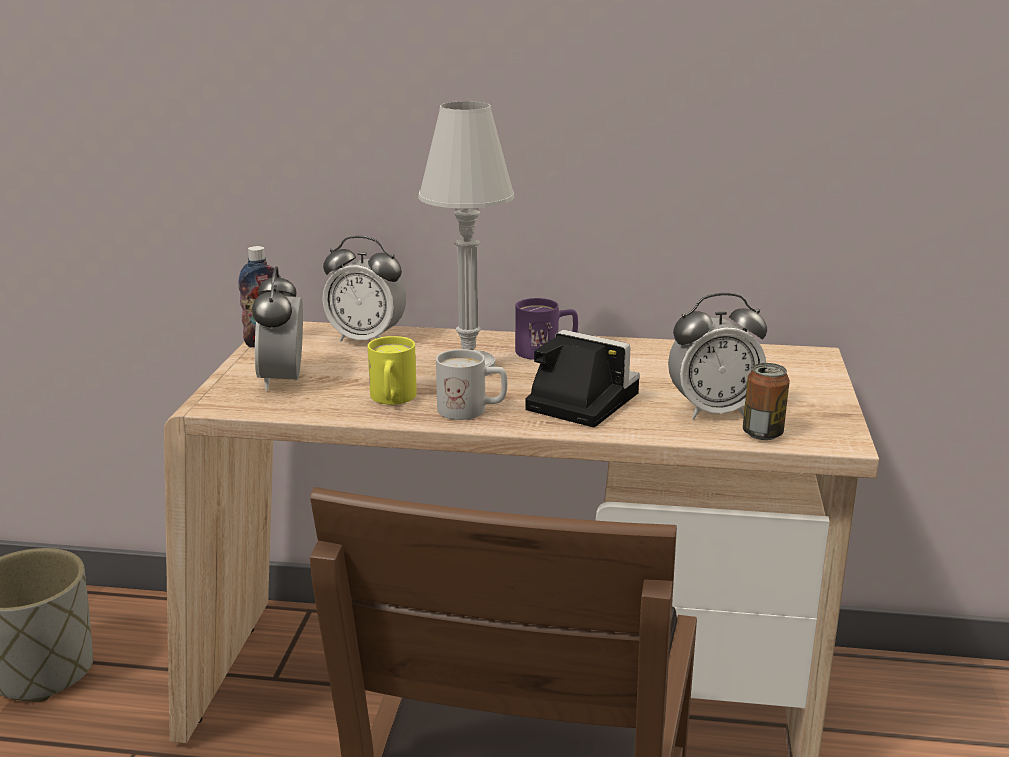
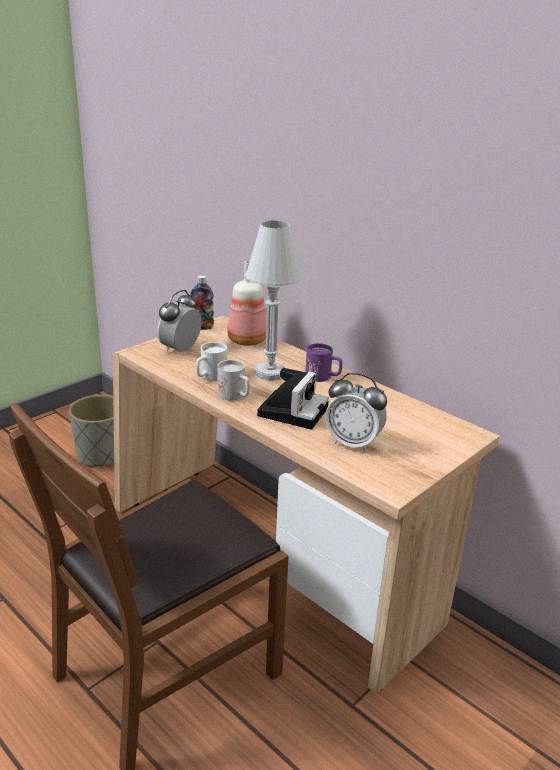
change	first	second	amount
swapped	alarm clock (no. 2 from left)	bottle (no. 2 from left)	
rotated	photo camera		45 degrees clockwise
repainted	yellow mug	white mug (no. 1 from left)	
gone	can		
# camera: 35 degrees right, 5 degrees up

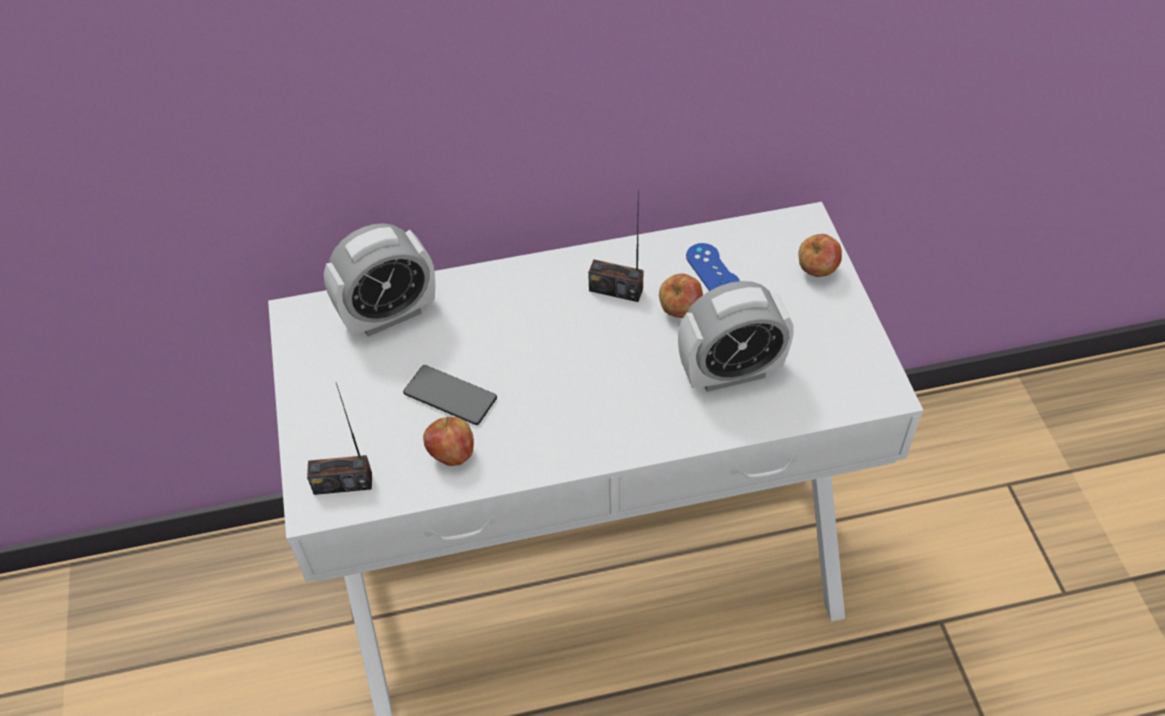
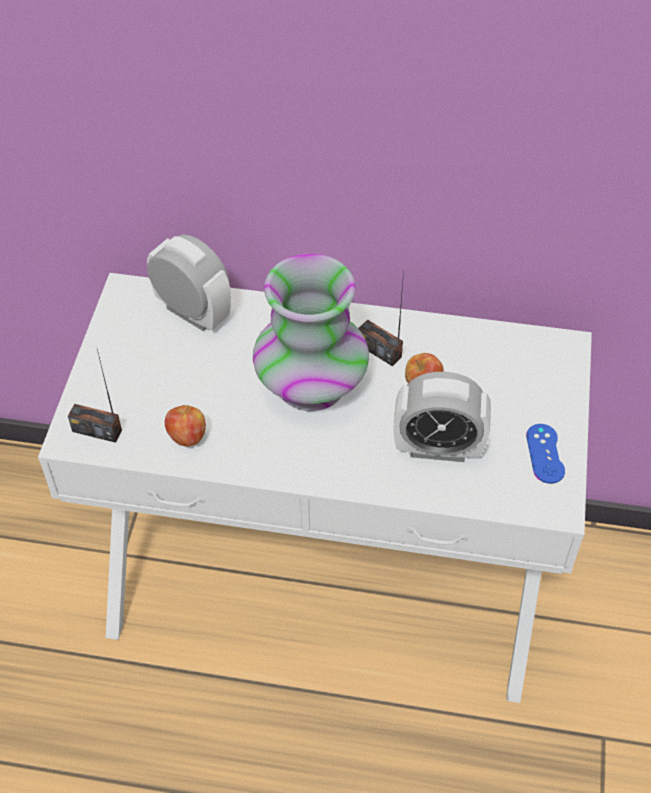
change	first	second	amount
rotated	alarm clock (no. 1 from left)		135 degrees counterclockwise
gone	apple (no. 3 from left)		
shifted	blue game controller		
gone	phone		
new		vase	
# camera: 20 degrees right, 0 degrees up

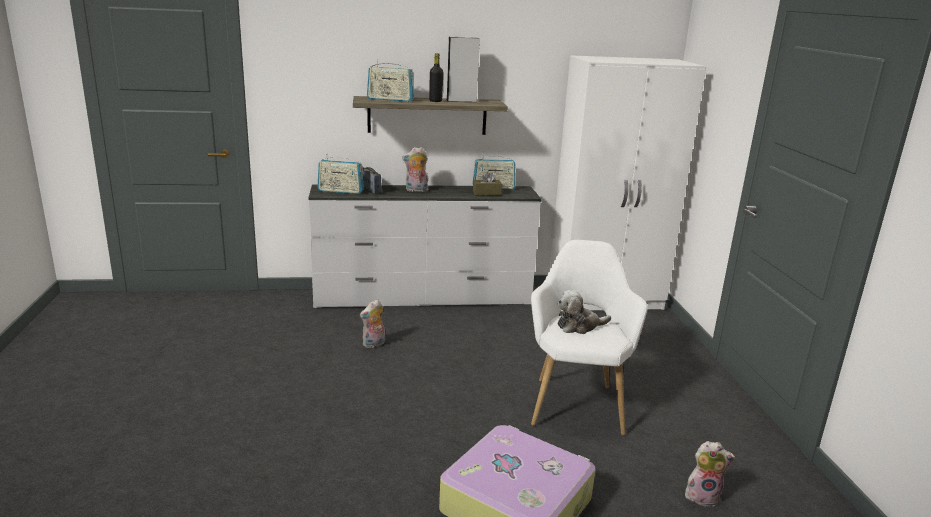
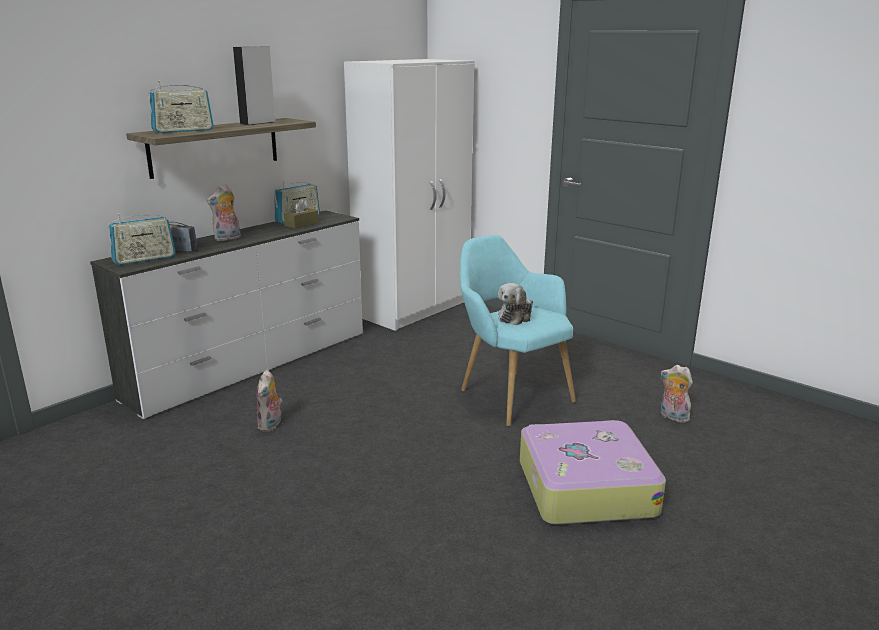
change	first	second	amount
gone	black bottle		
repainted	white armchair	turquoise armchair	
rotated	plush toy (no. 4 from left)		105 degrees counterclockwise
# camera: 40 degrees left, 0 degrees up

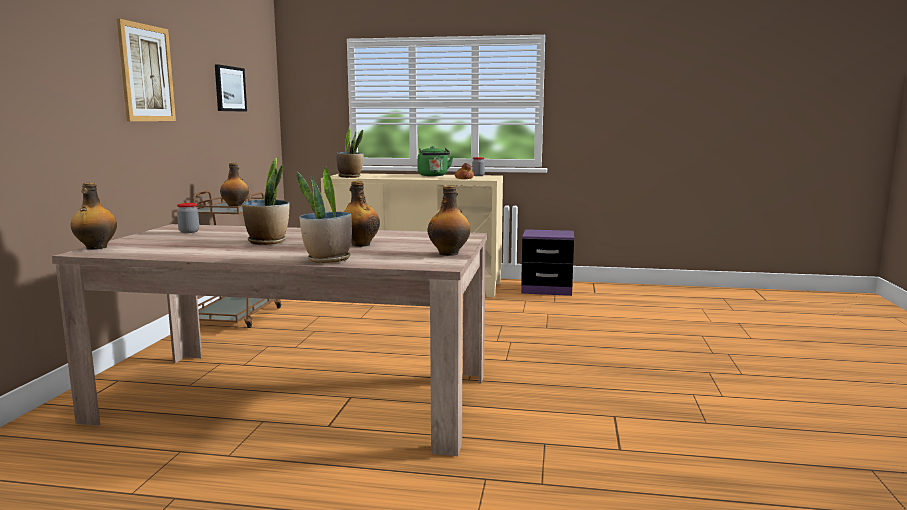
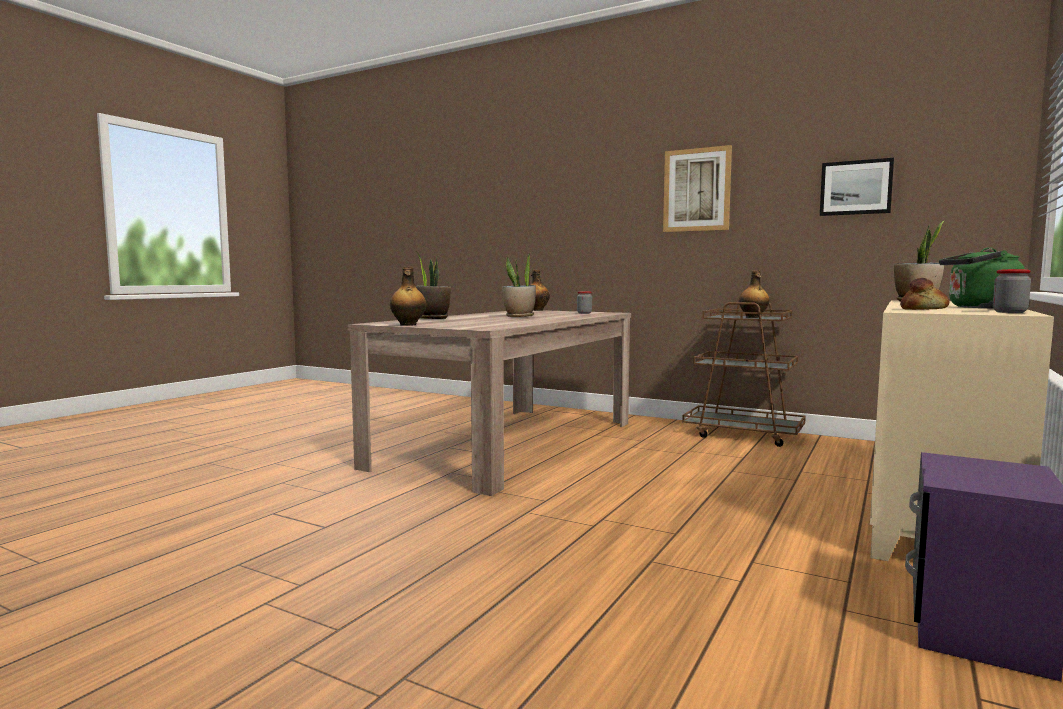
change	first	second	amount
gone	bottle (no. 3 from left)		
# camera: 110 degrees right, 5 degrees down

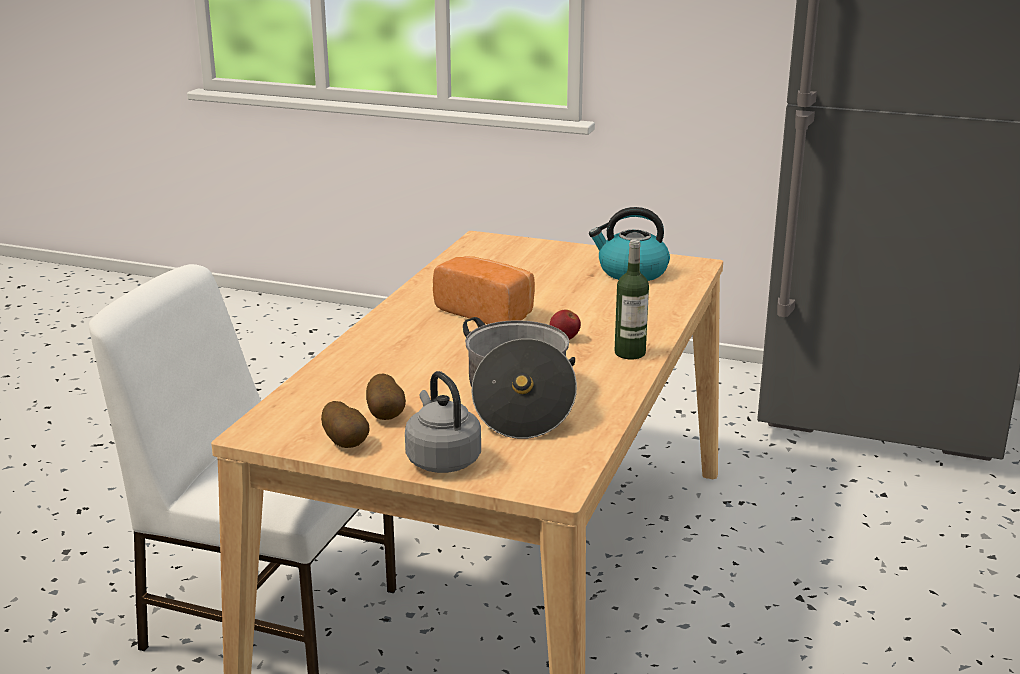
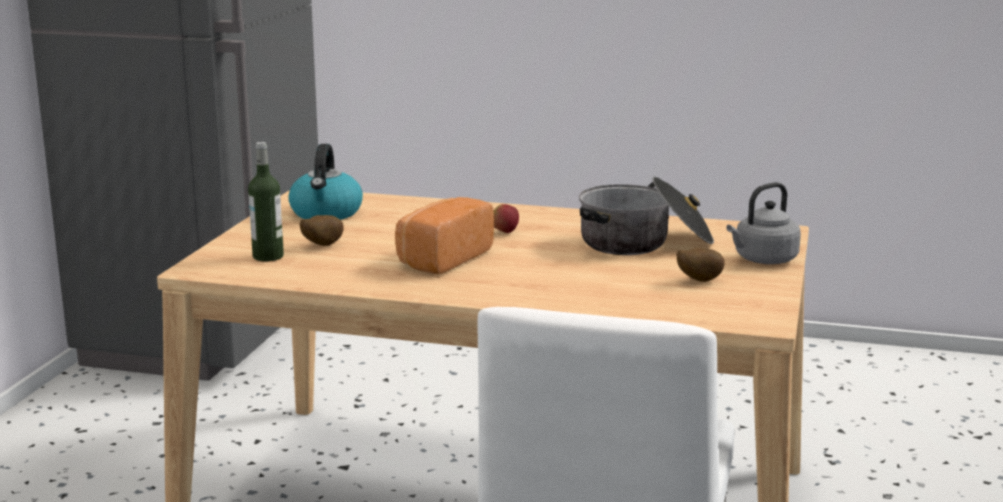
change	first	second	amount
shifted	bottle		
shifted	potato (no. 1 from left)		
# camera: 95 degrees left, 5 degrees down

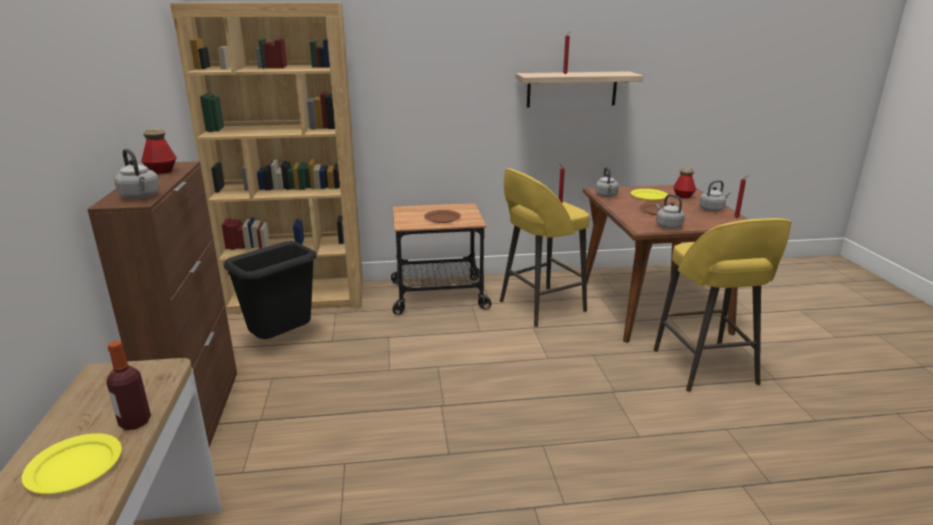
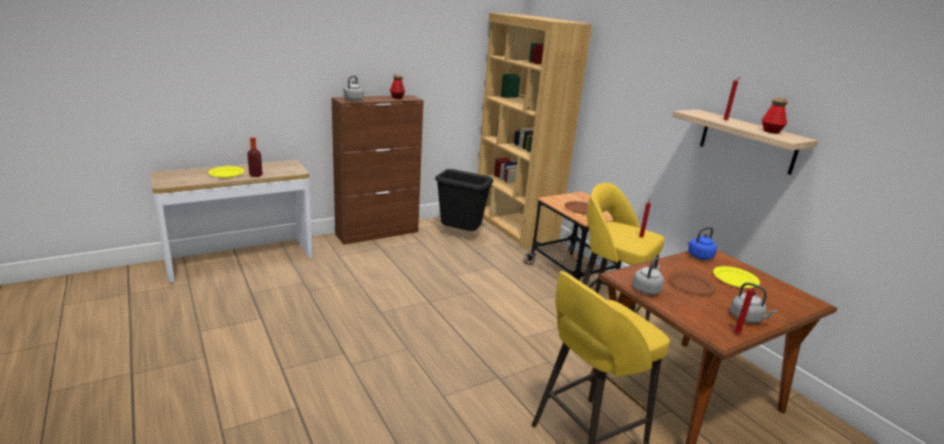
change	first	second	amount
repainted	grey kettle (no. 2 from left)	blue kettle	
shifted	bottle (no. 3 from left)		
# camera: 65 degrees right, 0 degrees up

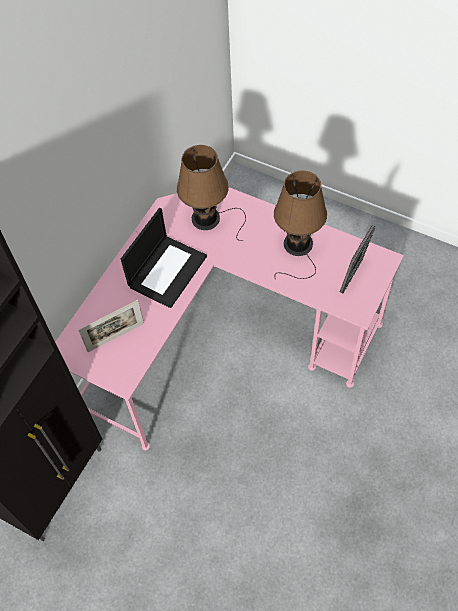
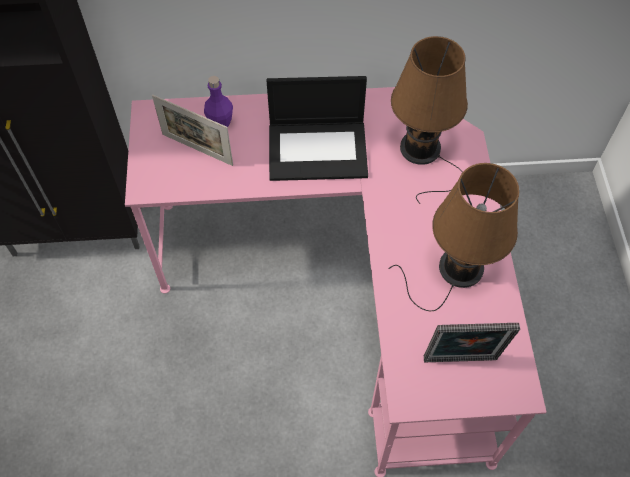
change	first	second	amount
new		purple bottle	
# camera: 55 degrees right, 0 degrees up

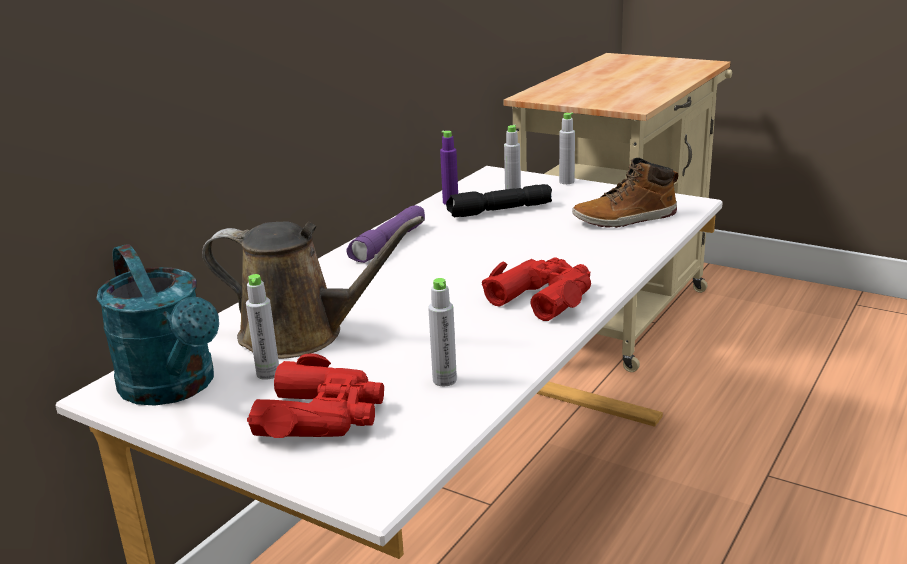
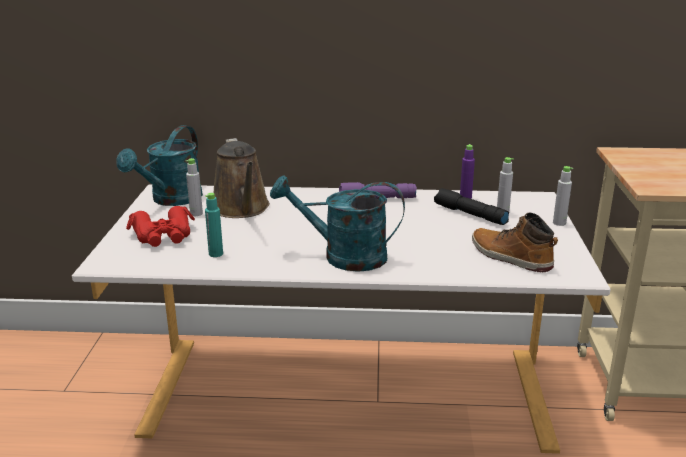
change	first	second	amount
swapped	red binoculars (no. 2 from left)	turquoise watering can (no. 2 from left)	
repainted	grey bottle (no. 2 from left)	turquoise bottle	
# camera: 60 degrees right, 0 degrees up

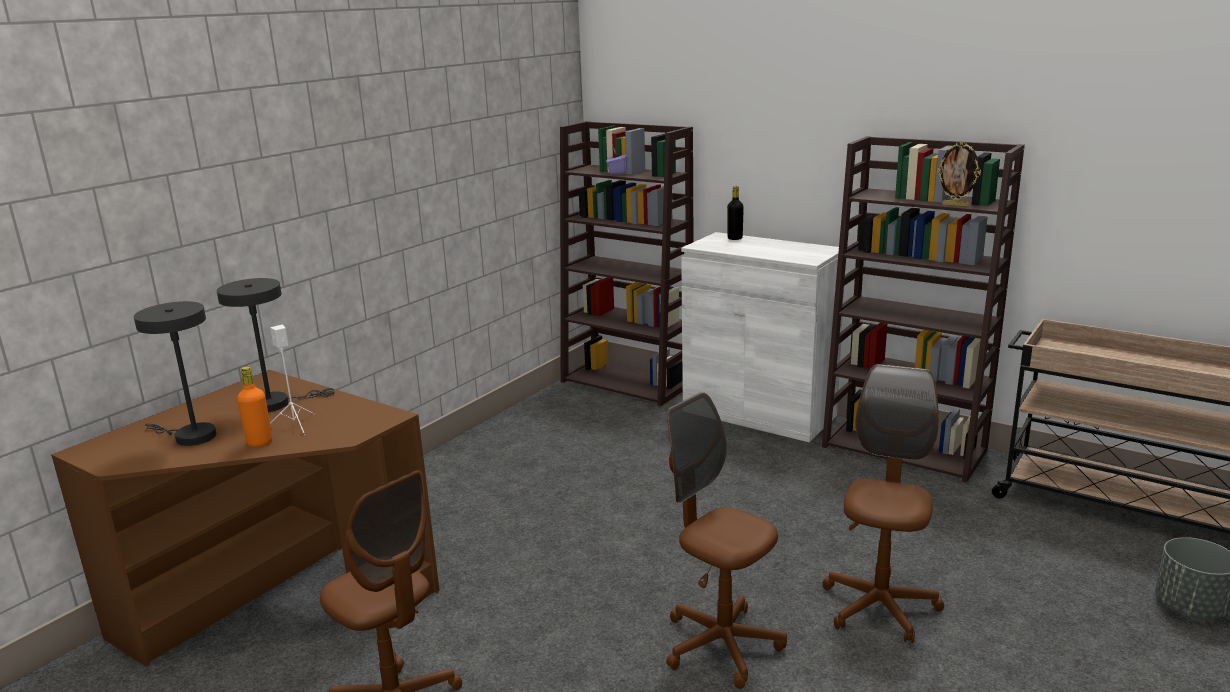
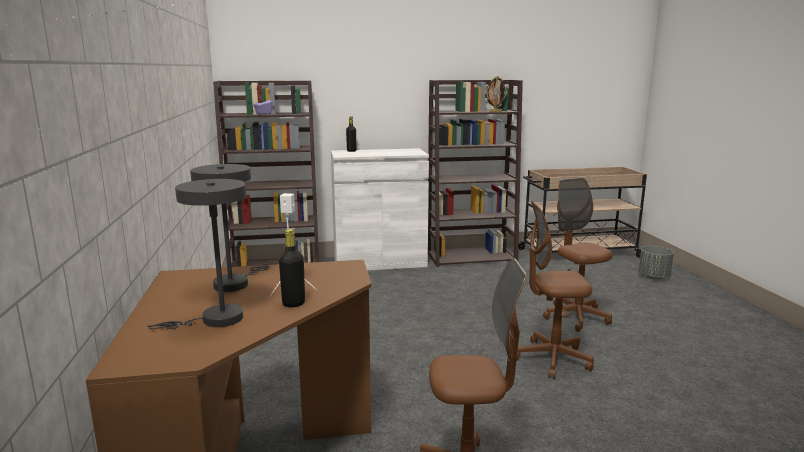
change	first	second	amount
repainted	orange bottle	black bottle (no. 1 from left)	
# camera: 45 degrees left, 5 degrees down

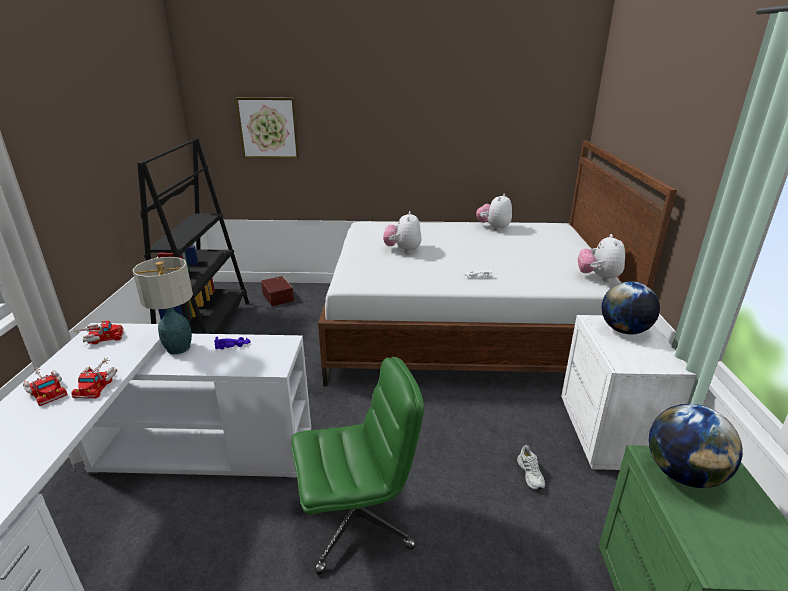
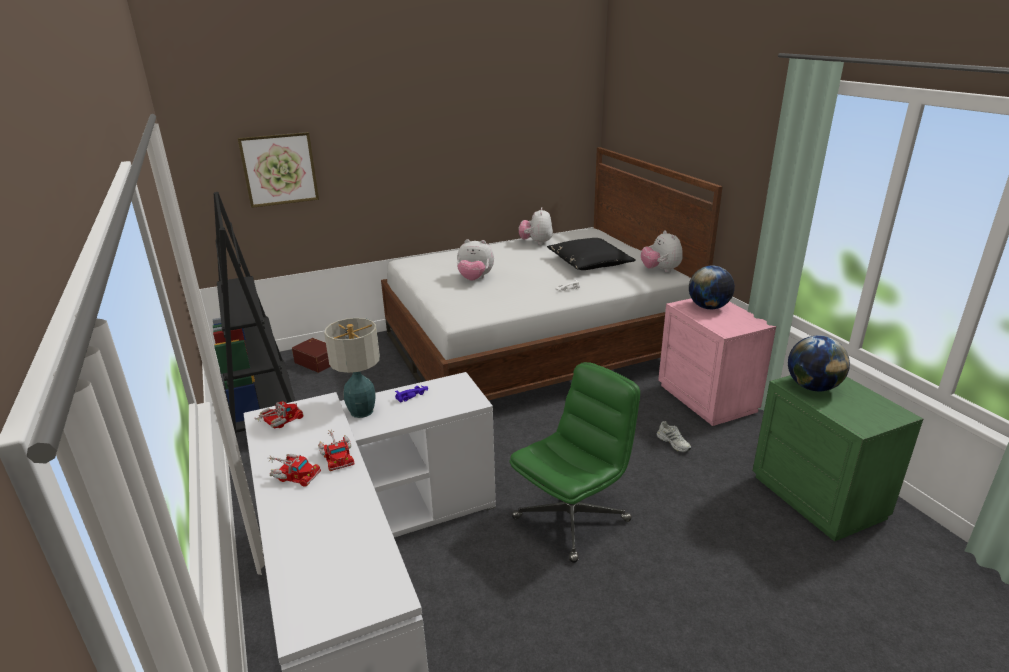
change	first	second	amount
rotated	plush toy (no. 1 from left)		60 degrees counterclockwise
repainted	white nightstand	pink nightstand	
new		black pillow	
# camera: 25 degrees left, 0 degrees up

